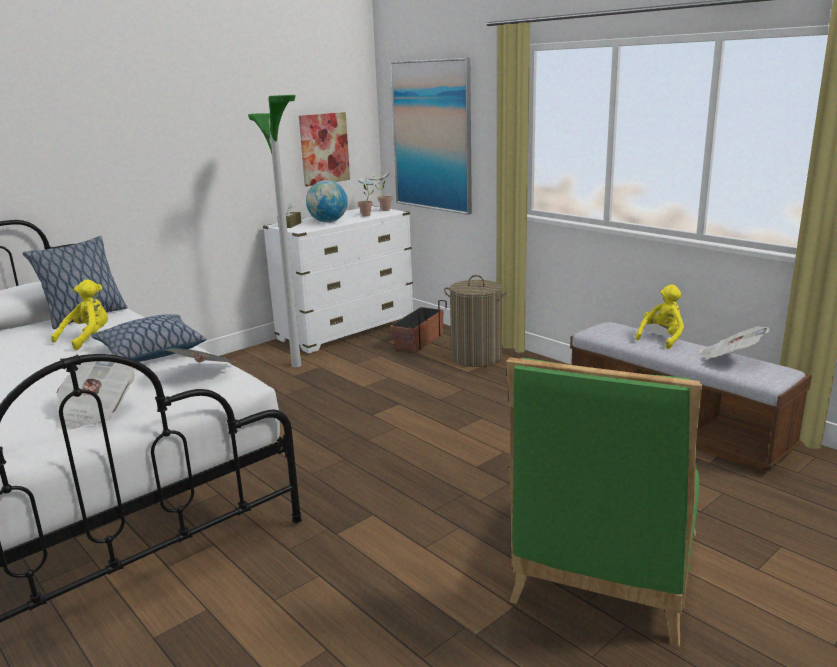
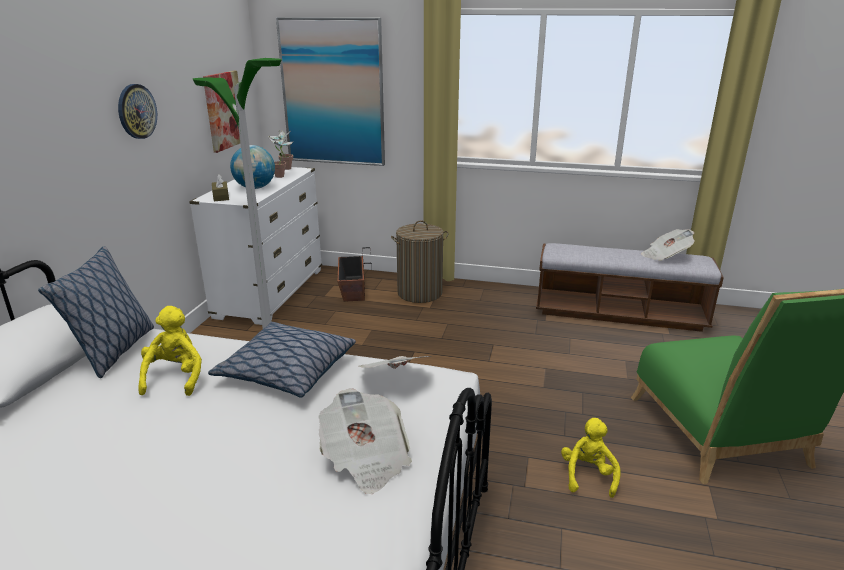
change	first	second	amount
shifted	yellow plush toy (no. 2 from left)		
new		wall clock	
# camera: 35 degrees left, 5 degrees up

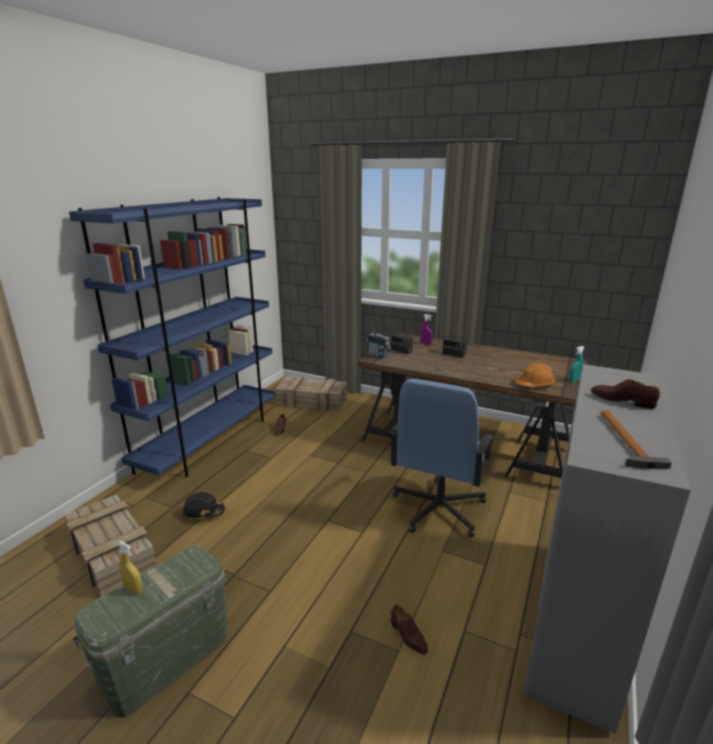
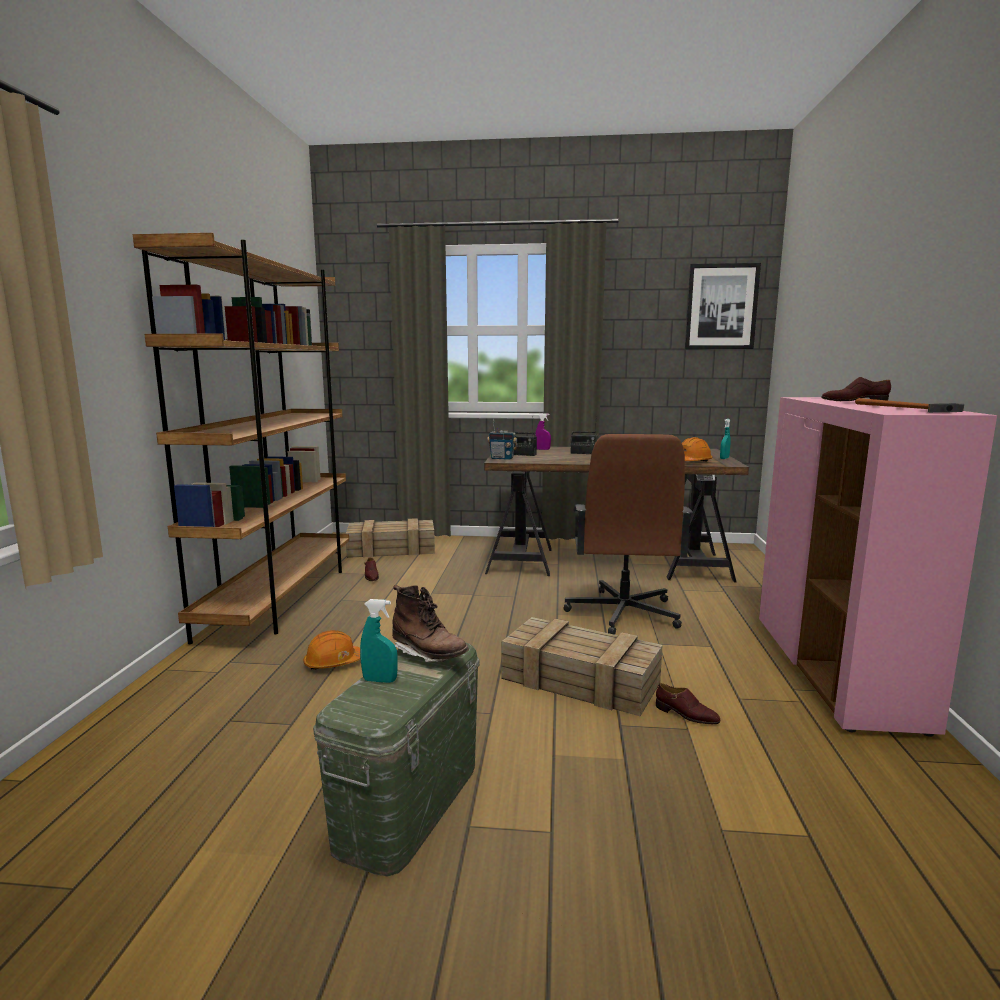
change	first	second	amount
repainted	blue bookcase	brown bookcase	
repainted	grey cabinet	pink cabinet	
repainted	blue office chair	brown office chair	
repainted	black hard hat	orange hard hat (no. 1 from left)	
shifted	crate (no. 1 from left in the first image)	crate (no. 2 from left)	
repainted	yellow spray bottle	turquoise spray bottle (no. 1 from left)	
new		picture	
new		brown boot	
# camera: 20 degrees left, 10 degrees down

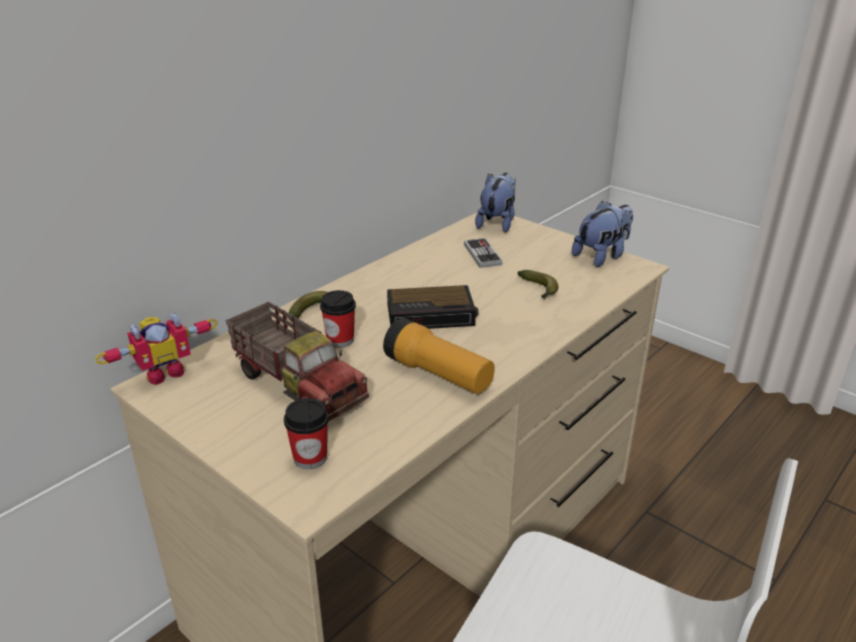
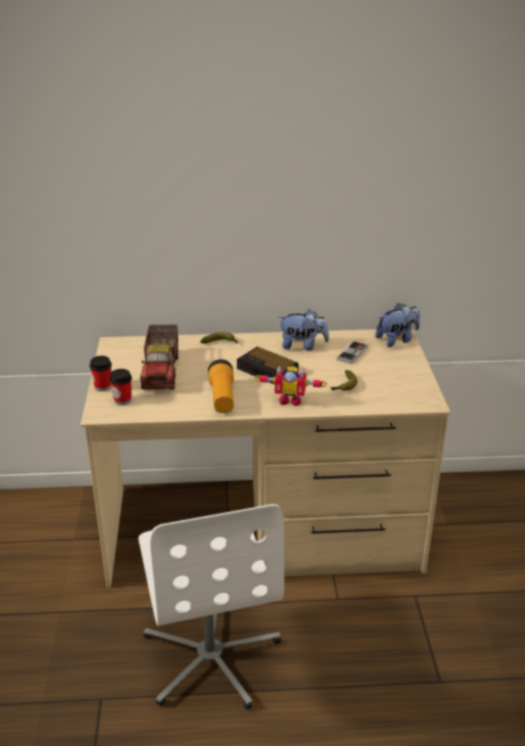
change	first	second	amount
shifted	plush toy (no. 2 from left in the first image)	plush toy (no. 1 from left)	
shifted	cup (no. 2 from left in the first image)	cup (no. 1 from left)	
shifted	toy robot		
# camera: 45 degrees right, 0 degrees up

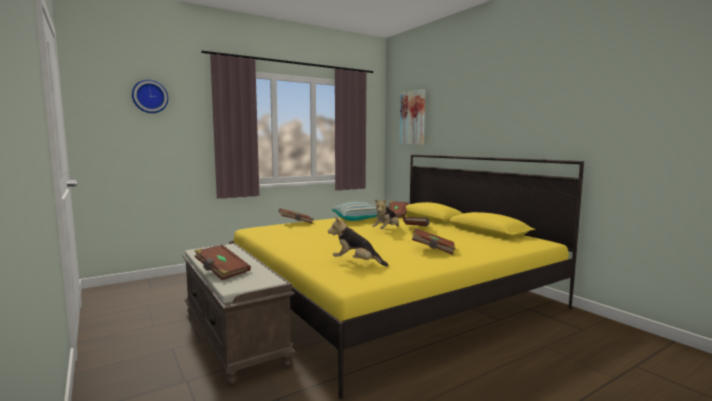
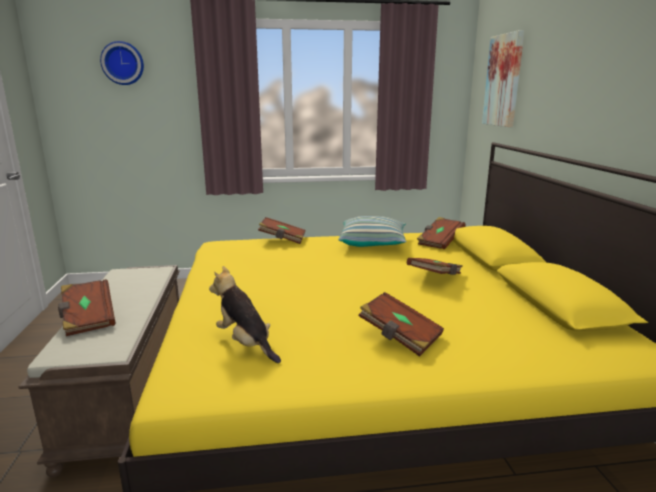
change	first	second	amount
gone	plush toy (no. 2 from left)		
# camera: 25 degrees right, 10 degrees up

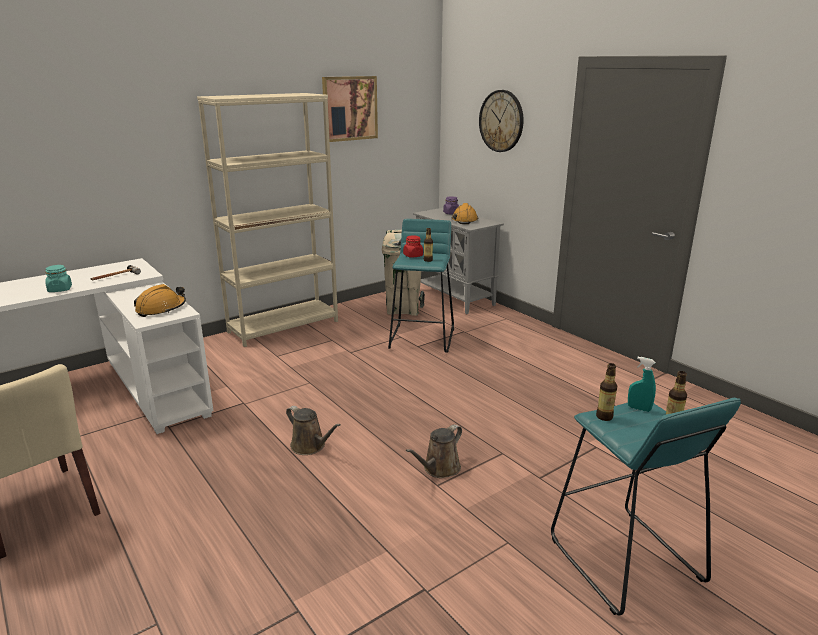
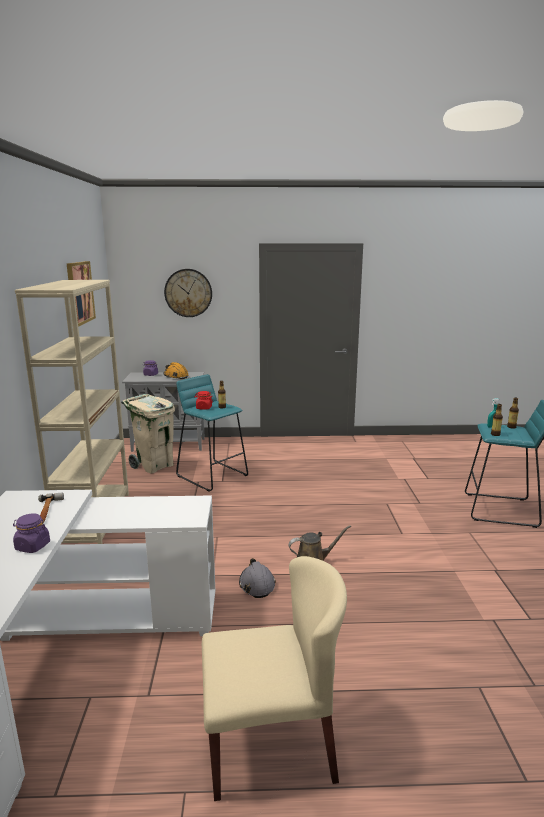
change	first	second	amount
repainted	turquoise jar	purple jar (no. 1 from left)	
gone	orange hard hat (no. 1 from left)		
gone	brown watering can (no. 2 from left)		
new		grey hard hat	
# camera: 55 degrees left, 5 degrees down

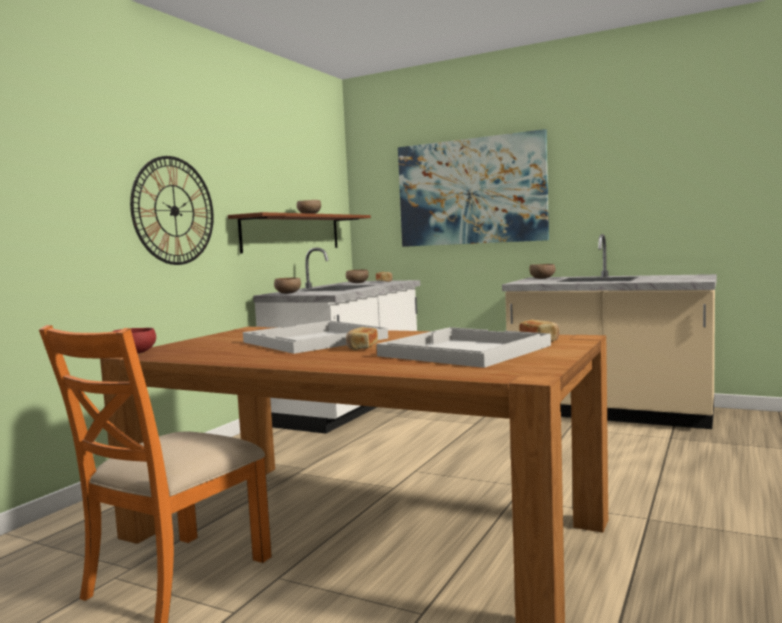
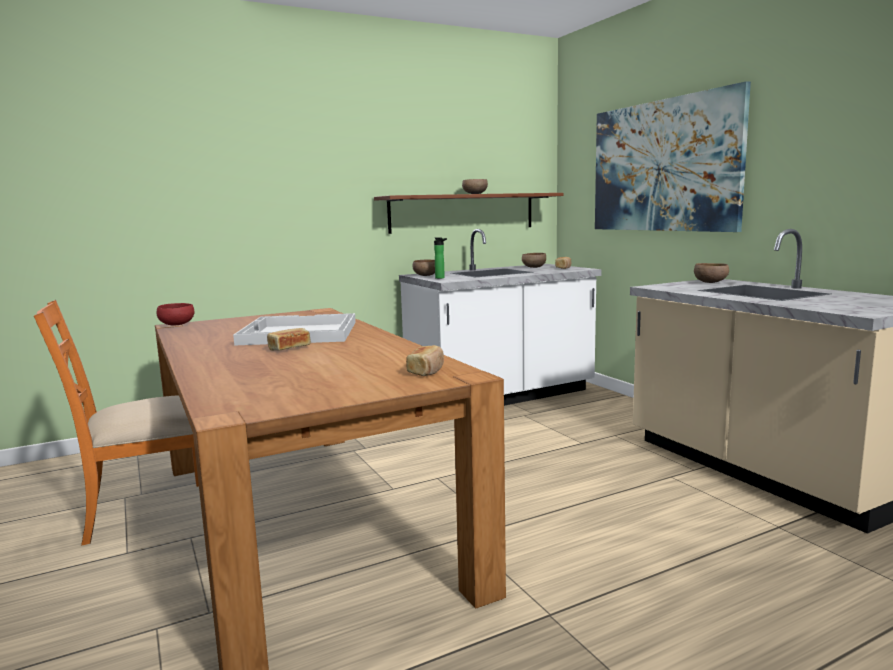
change	first	second	amount
gone	wall clock		
gone	white tray (no. 2 from left)		
new		bottle	
# camera: 35 degrees right, 5 degrees up

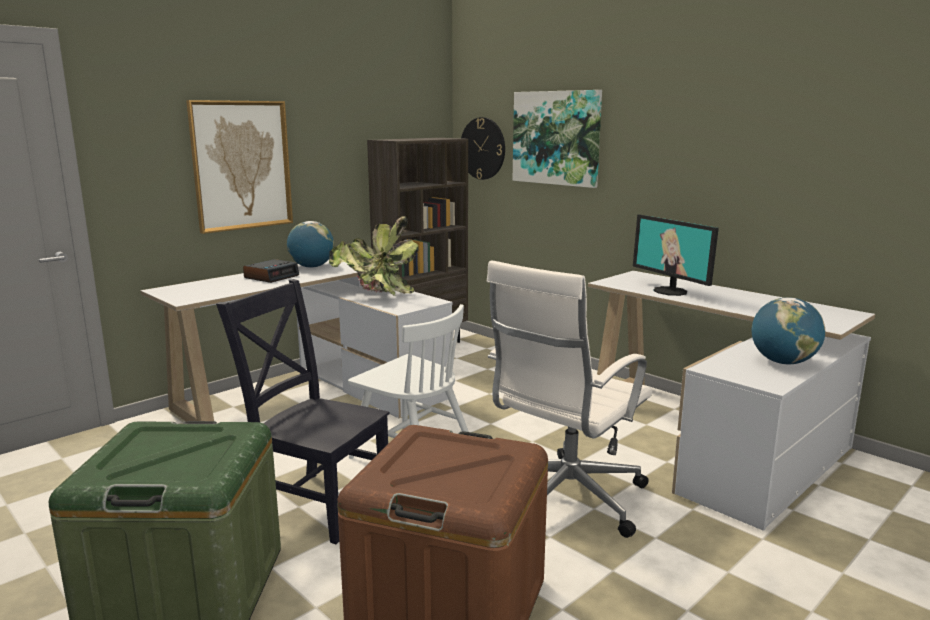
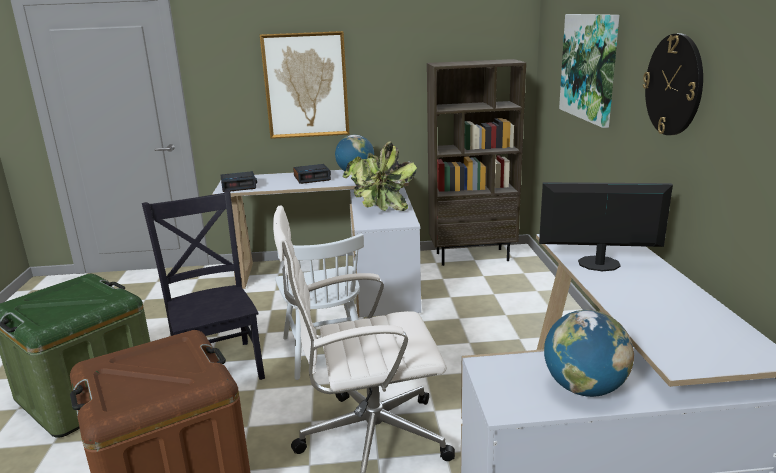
change	first	second	amount
shifted	wall clock		
rotated	monitor		90 degrees clockwise
new		alarm clock (no. 1 from left)	
# camera: 40 degrees right, 5 degrees up

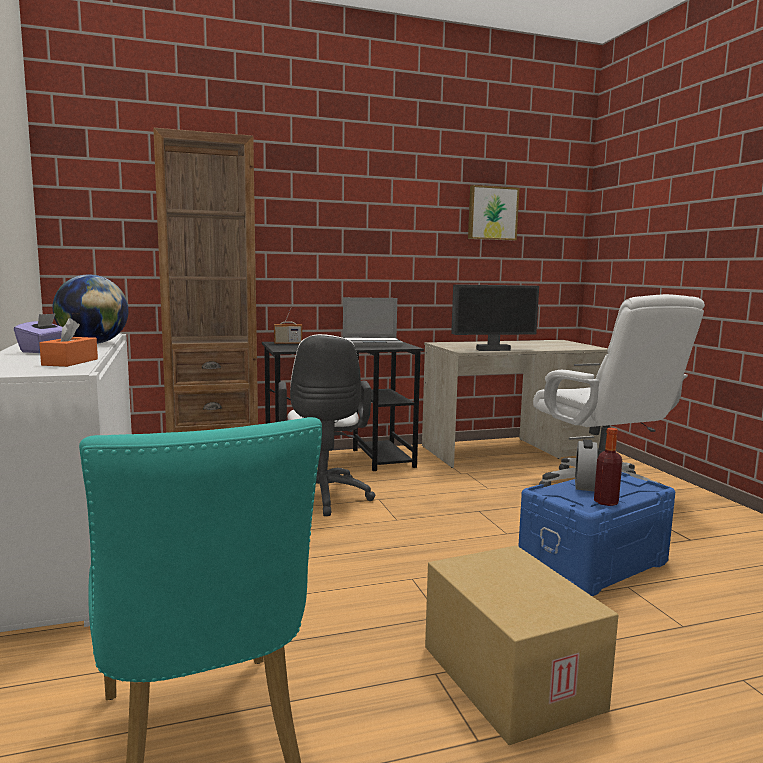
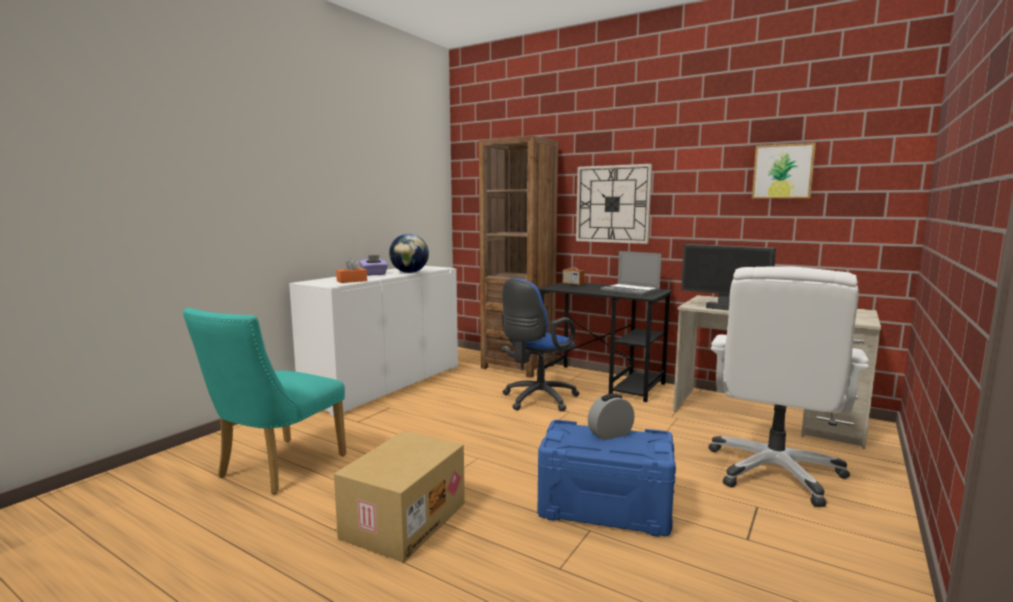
change	first	second	amount
repainted	white office chair (no. 1 from left)	blue office chair	
gone	bottle		
new		wall clock	
# camera: 50 degrees right, 0 degrees up

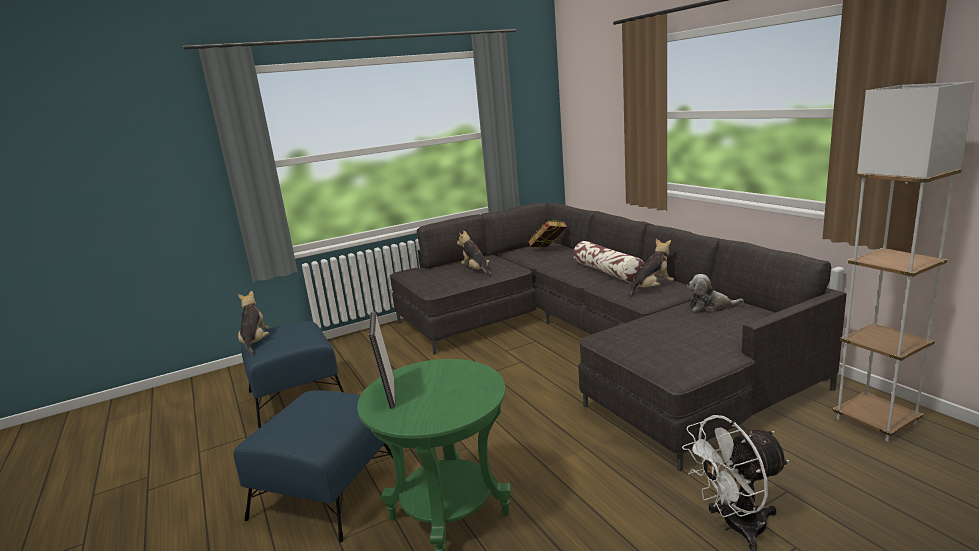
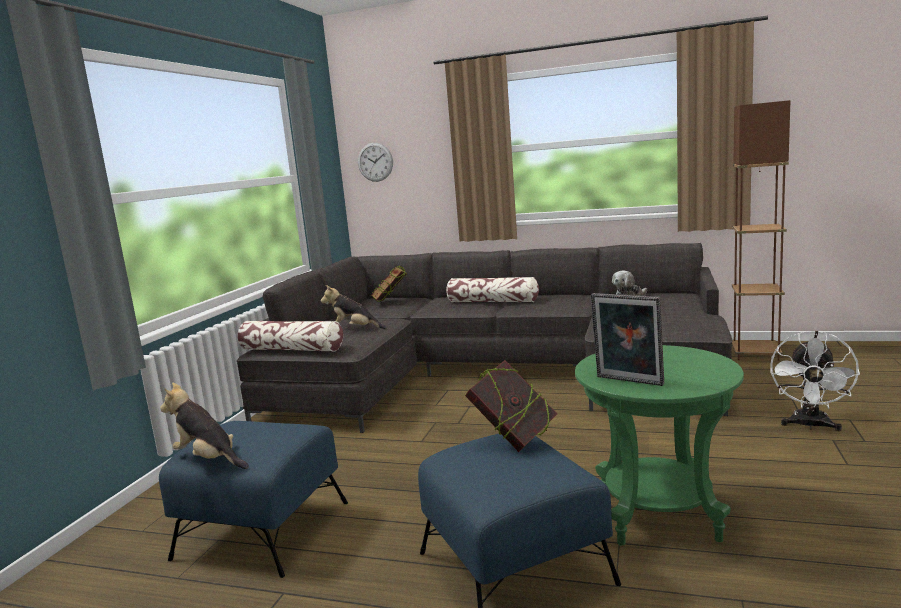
change	first	second	amount
repainted	white floor lamp	brown floor lamp	
gone	plush toy (no. 3 from left)		
new		wall clock	
new		pillow (no. 1 from left)	
new		book (no. 2 from left)	
# camera: 45 degrees left, 5 degrees down

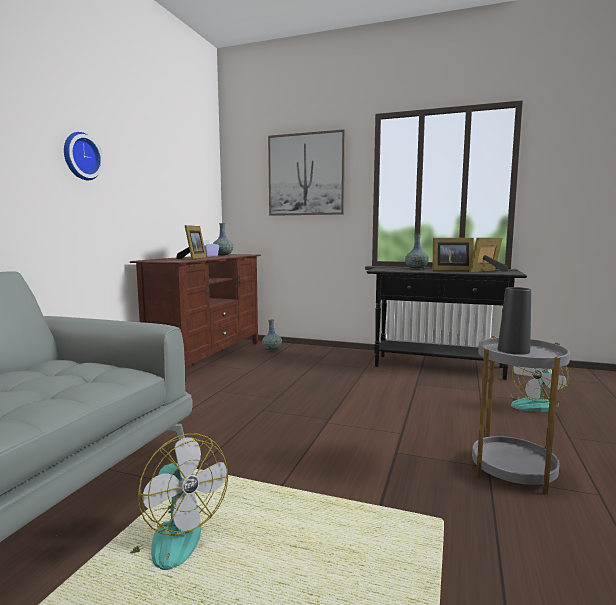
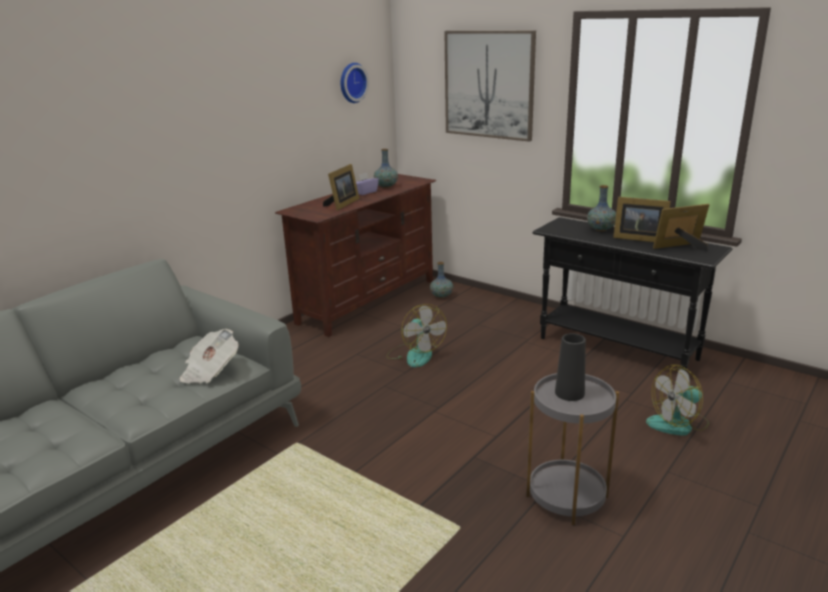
change	first	second	amount
shifted	wall clock		
shifted	fan (no. 1 from left)		
new		newspaper	
# camera: 20 degrees right, 15 degrees up

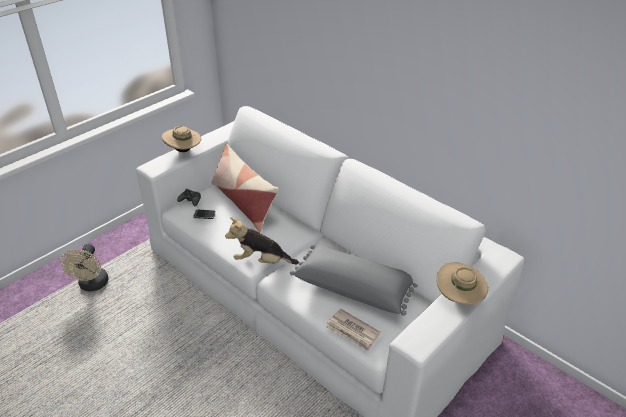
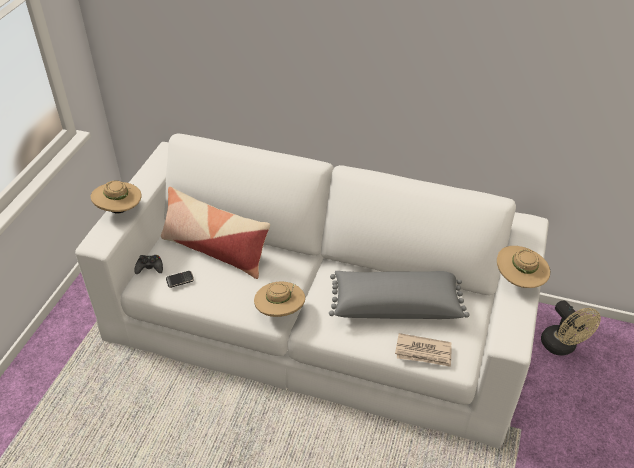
change	first	second	amount
swapped	plush toy	beige hat (no. 2 from left)	
shifted	beige fan		
# camera: 25 degrees left, 5 degrees up

